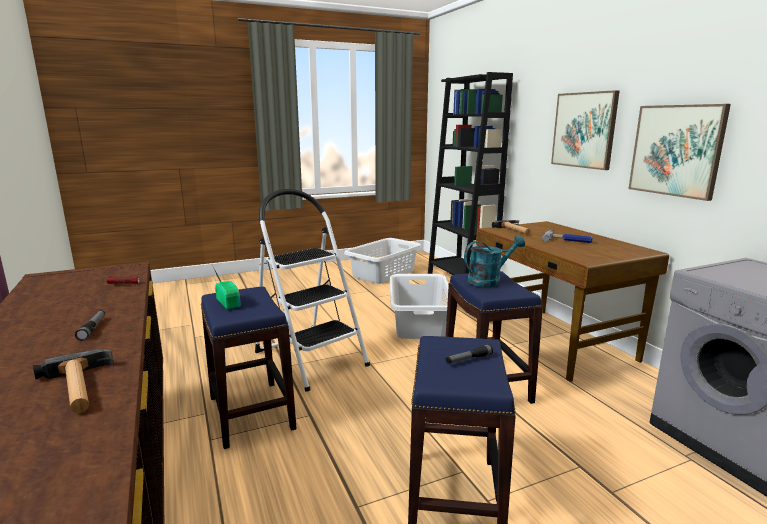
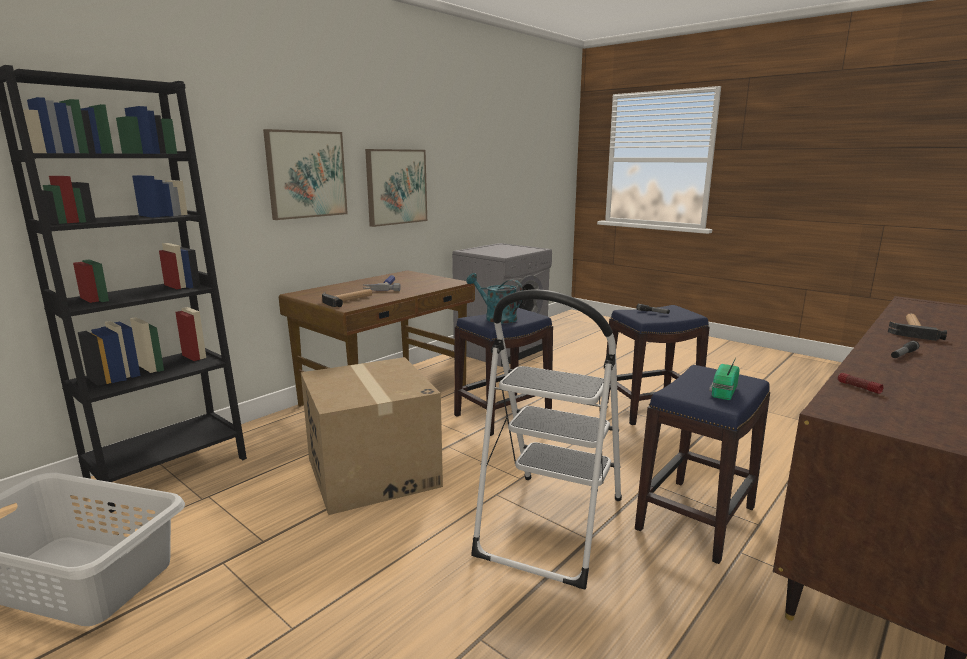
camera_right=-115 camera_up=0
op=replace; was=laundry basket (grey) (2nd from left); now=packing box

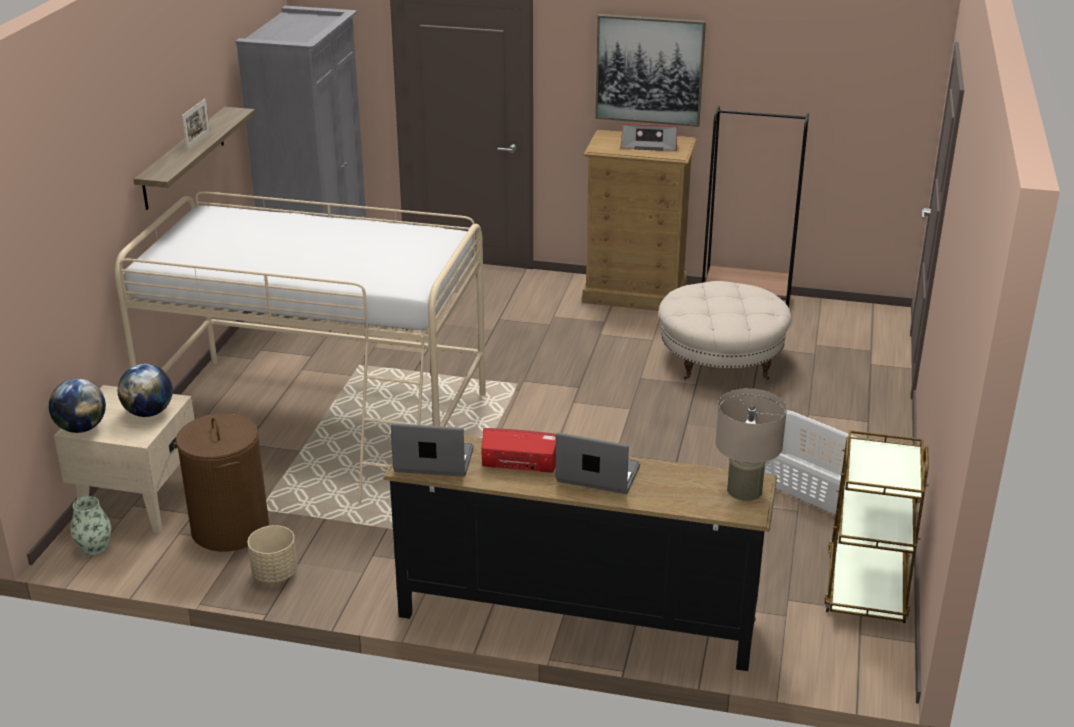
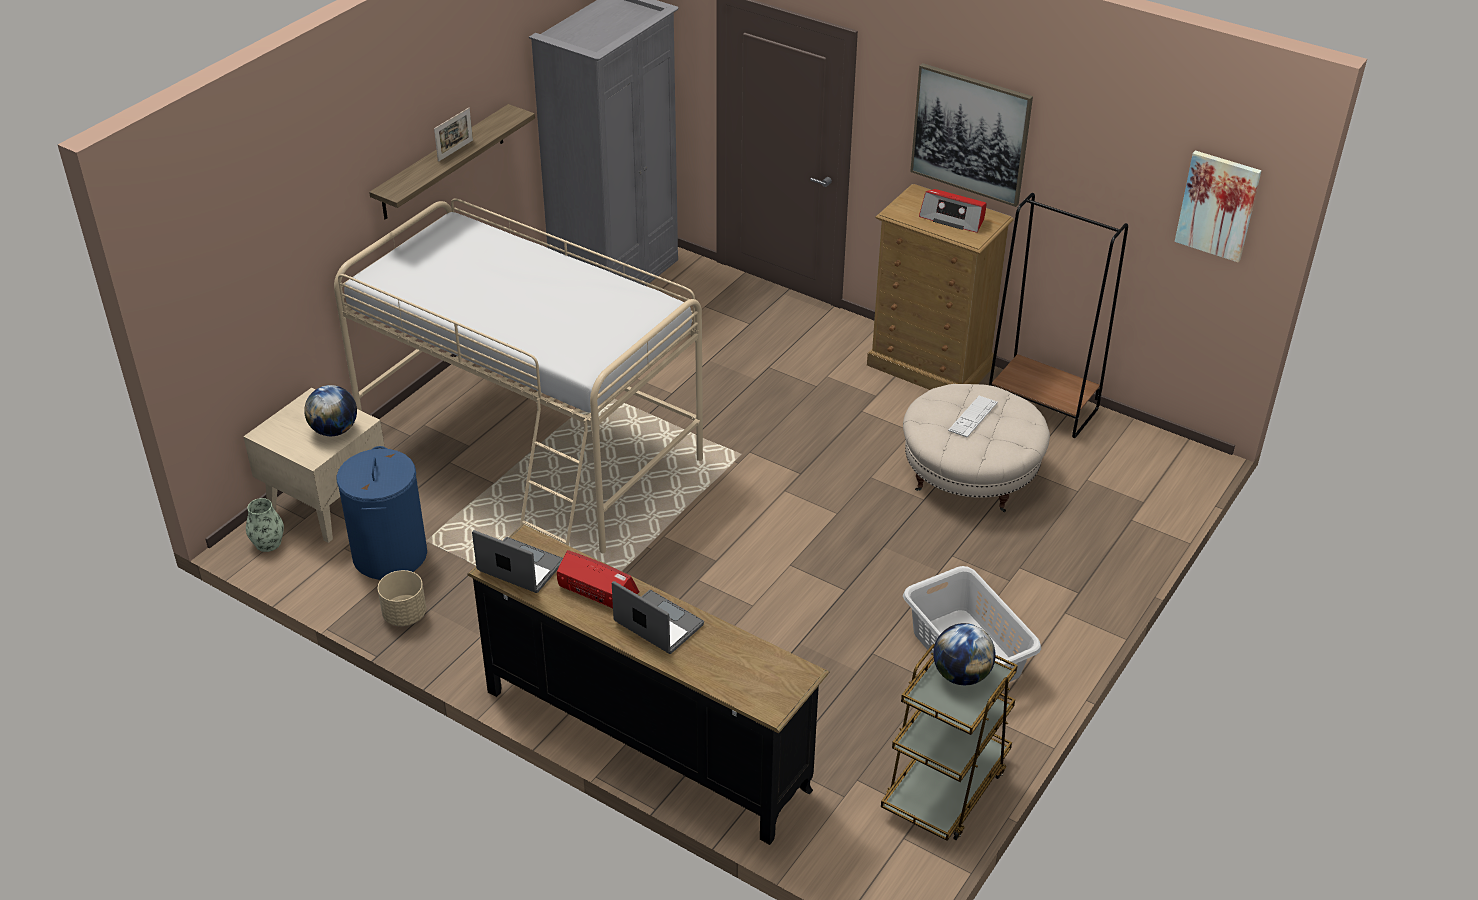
camera_right=20 camera_up=10
op=recolor; was=laundry basket (brownish); now=laundry basket (bluish)
op=move; was=desk globe (1st from left in the first image); now=desk globe (2nd from left)
op=insert; now=computer keyboard
op=insert; now=picture (2nd from left)
op=delete; was=table lamp (beige)

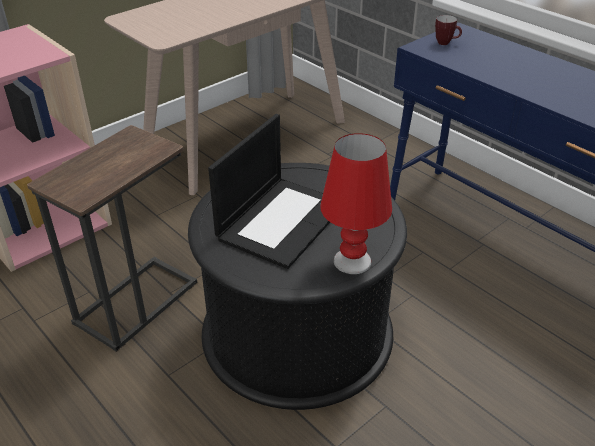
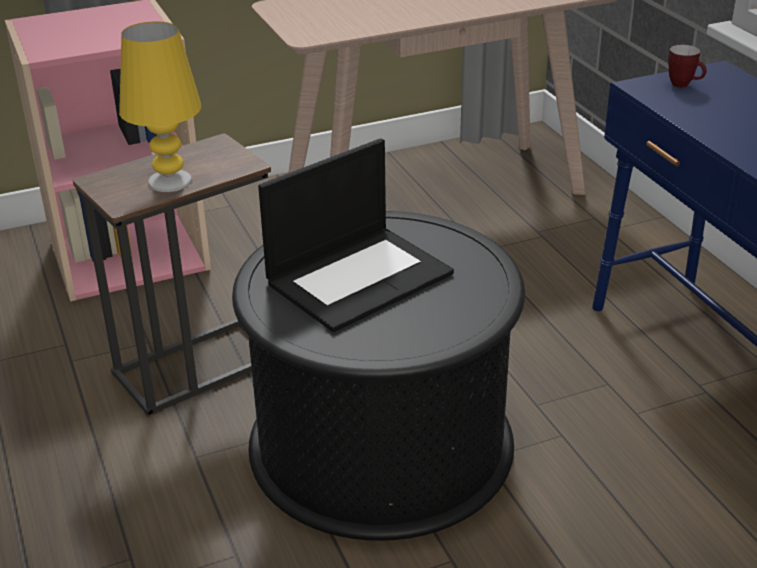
camera_right=20 camera_up=-5
op=insert; now=table lamp (yellow)
op=delete; was=table lamp (reddish)

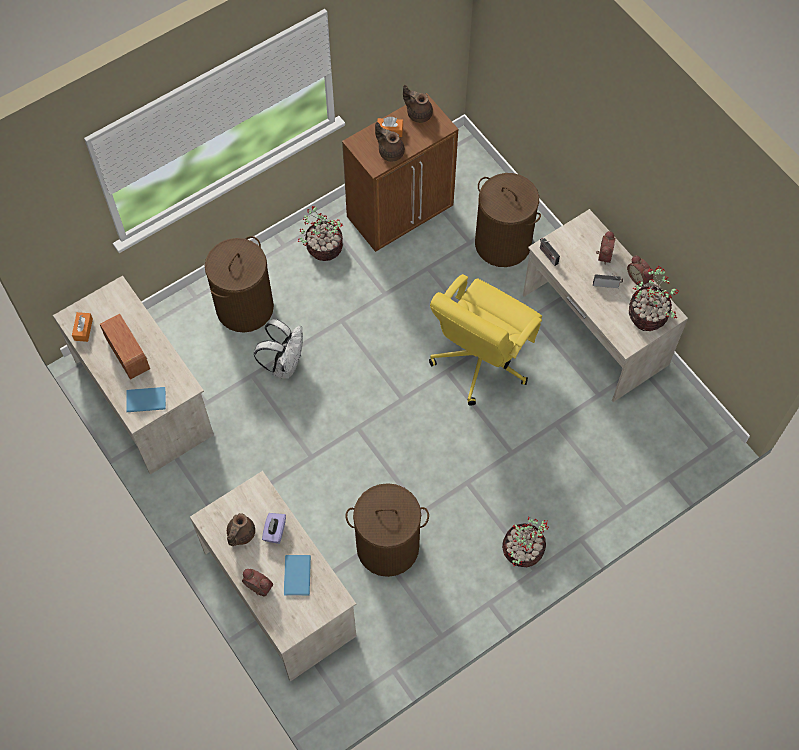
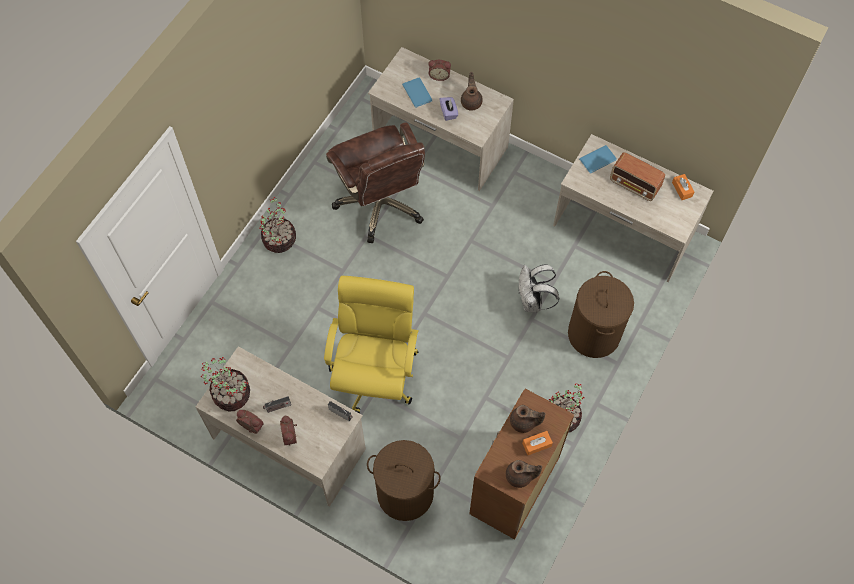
camera_right=155 camera_up=0
op=replace; was=laundry basket (brownish) (2nd from left); now=desk chair (brownish)

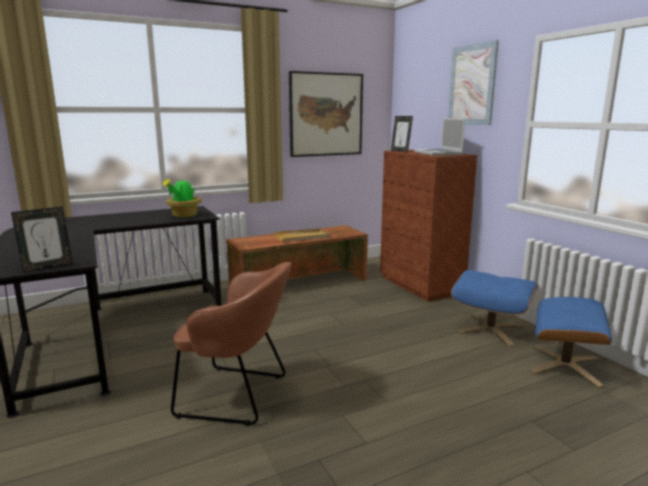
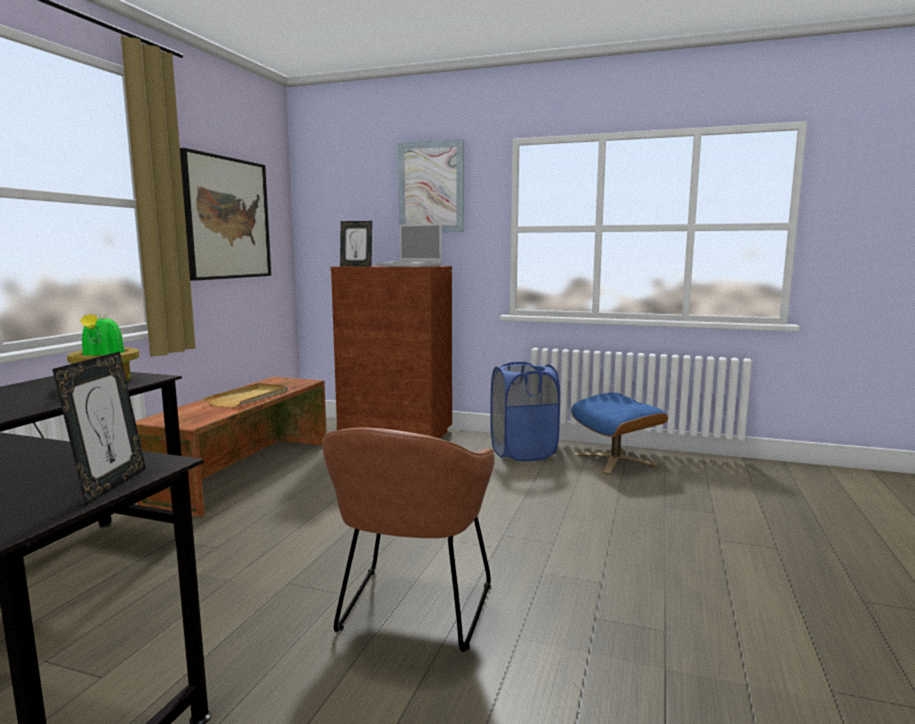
camera_right=-45 camera_up=-5
op=rotate; was=lounge chair (brownish); clockwise=135
op=replace; was=footrest (bluish) (1st from left); now=laundry basket (bluish)

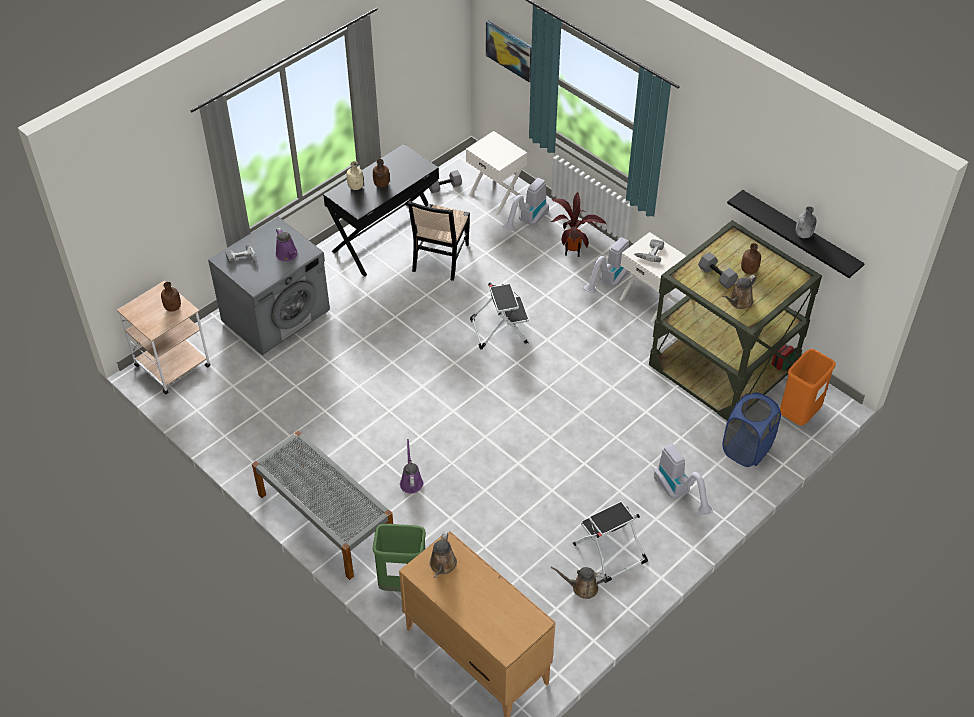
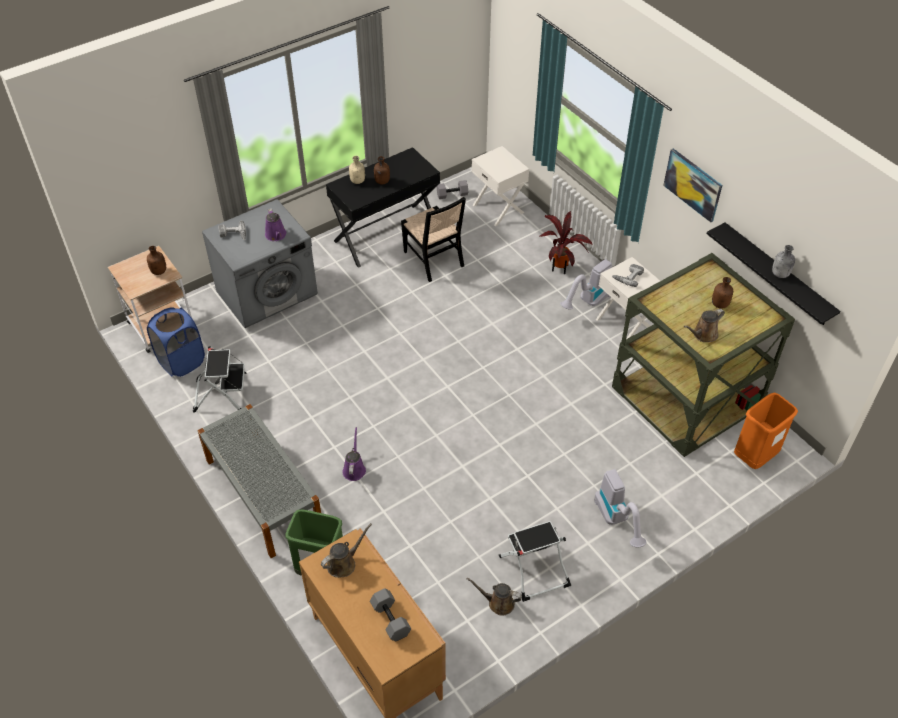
camera_right=10 camera_up=0
op=move; was=laundry basket (bluish)
op=move; was=step ladder (1st from left)
op=rotate; was=watering pot (brownish) (1st from left); clockwise=-150
op=move; was=free weight (grey) (2nd from left in the first image); now=free weight (grey) (1st from left)
op=rotate; was=upright chair; clockwise=-60
op=move; was=picture
op=delete; was=hoover (1st from left)

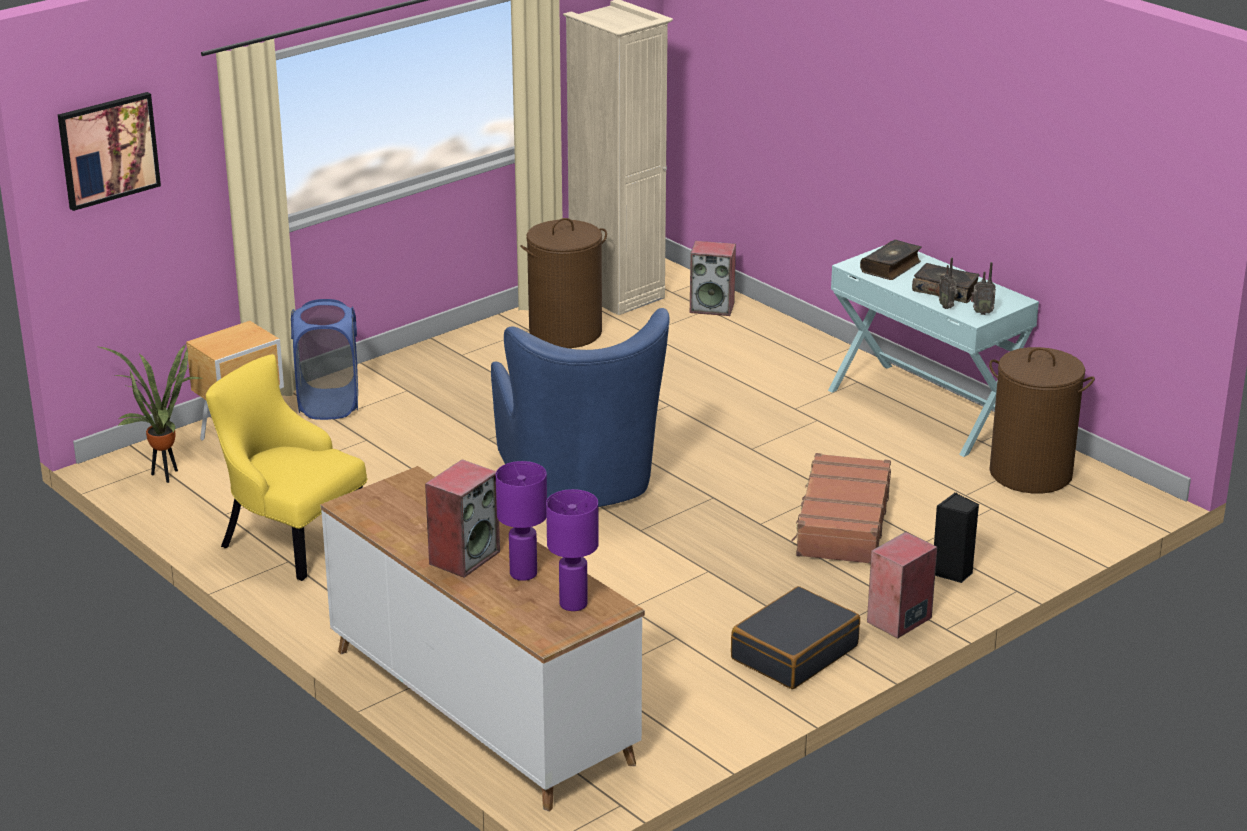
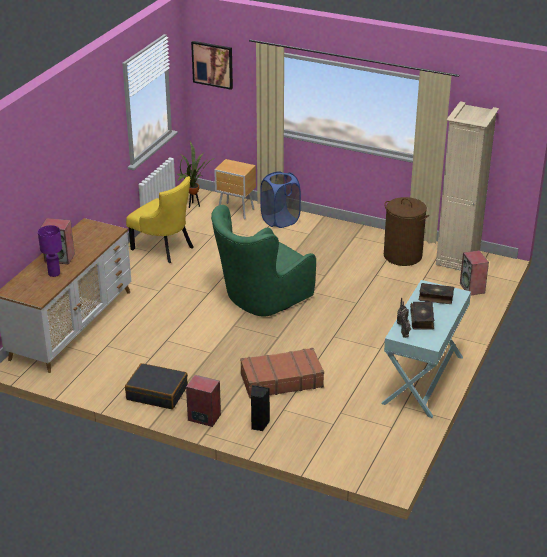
camera_right=65 camera_up=5
op=rotate; was=upright chair (yellow); clockwise=120
op=recolor; was=lounge chair (bluish); now=lounge chair (green)
op=delete; was=table lamp (purplish) (2nd from left)
op=delete; was=laundry basket (brownish) (2nd from left)

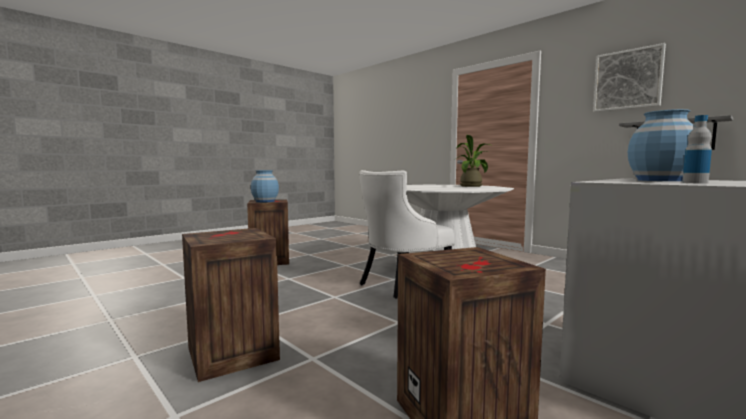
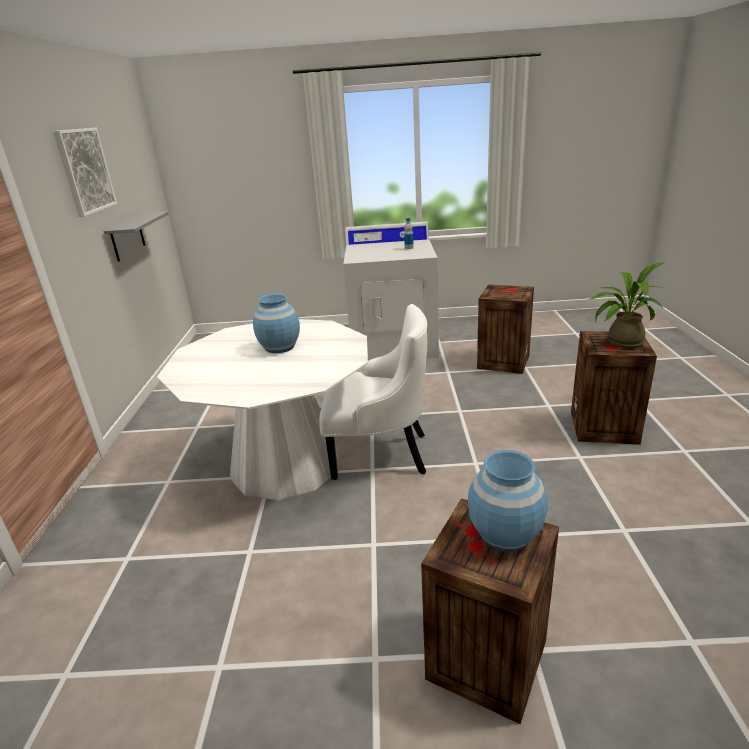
camera_right=-135 camera_up=20
op=move; was=vase (bluish) (2nd from left in the first image); now=vase (bluish) (1st from left)
op=move; was=plant in a pot

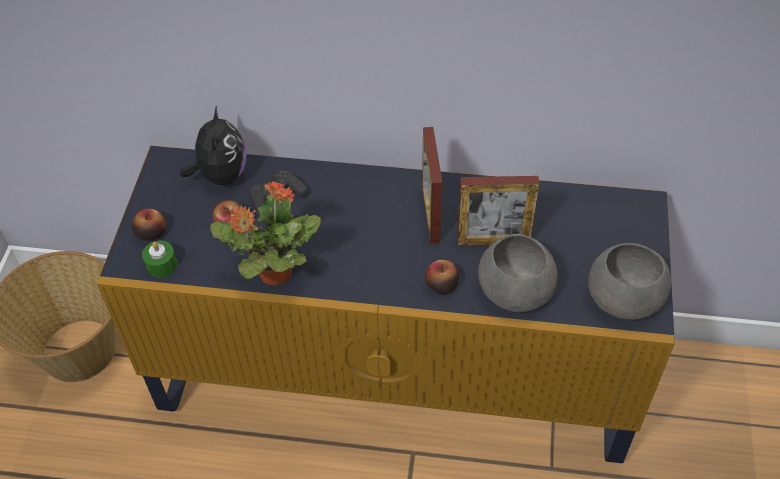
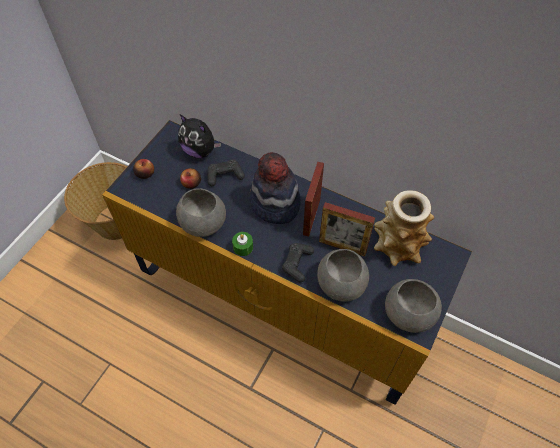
camera_right=20 camera_up=5
op=replace; was=plant in a pot; now=deep dish (grey) (1st from left)
op=rotate; was=cuddly toy; clockwise=105
op=move; was=candle (green)
op=insert; now=clothing hat
op=replace; was=apple (3rd from left); now=joypad (black-coloured) (2nd from left)
op=insert; now=vase

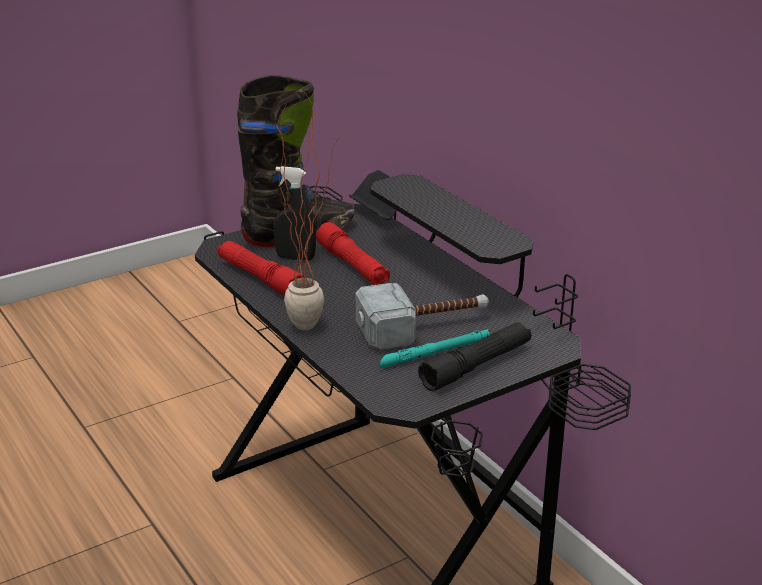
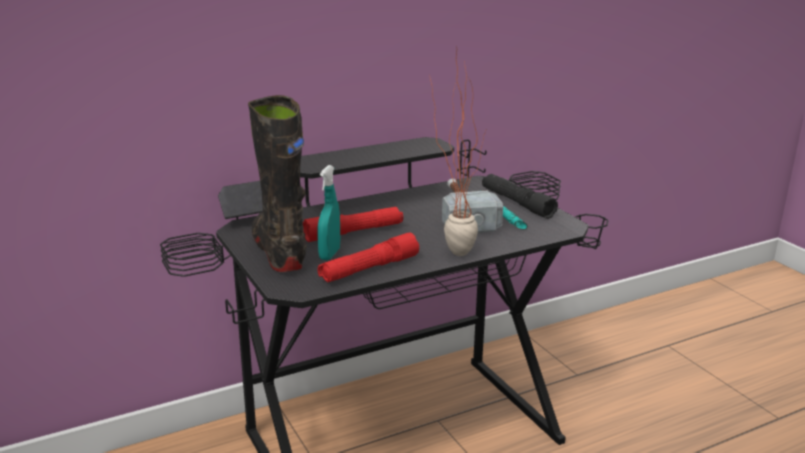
camera_right=-85 camera_up=-5
op=recolor; was=sprayer (black-coloured); now=sprayer (turquoise-coloured)

